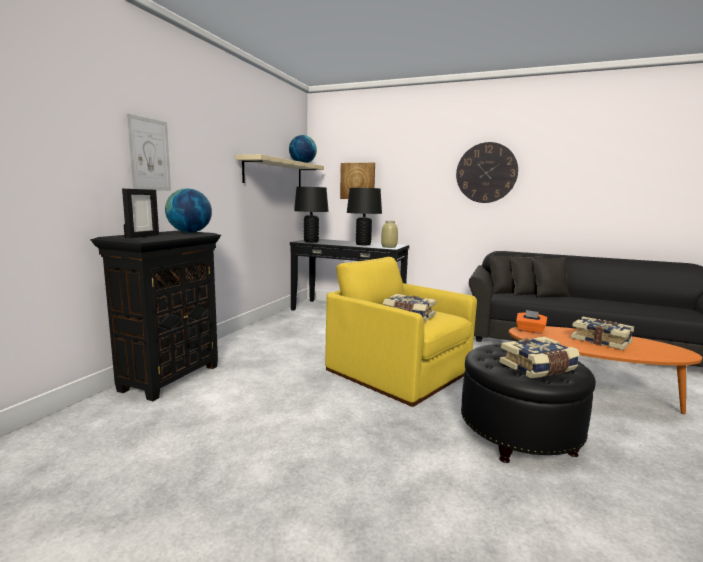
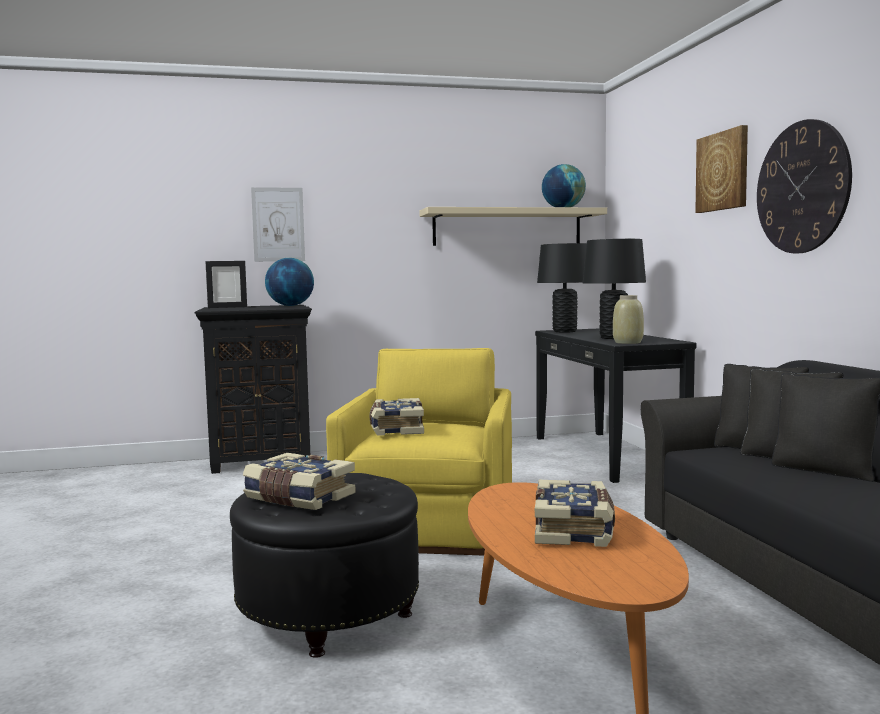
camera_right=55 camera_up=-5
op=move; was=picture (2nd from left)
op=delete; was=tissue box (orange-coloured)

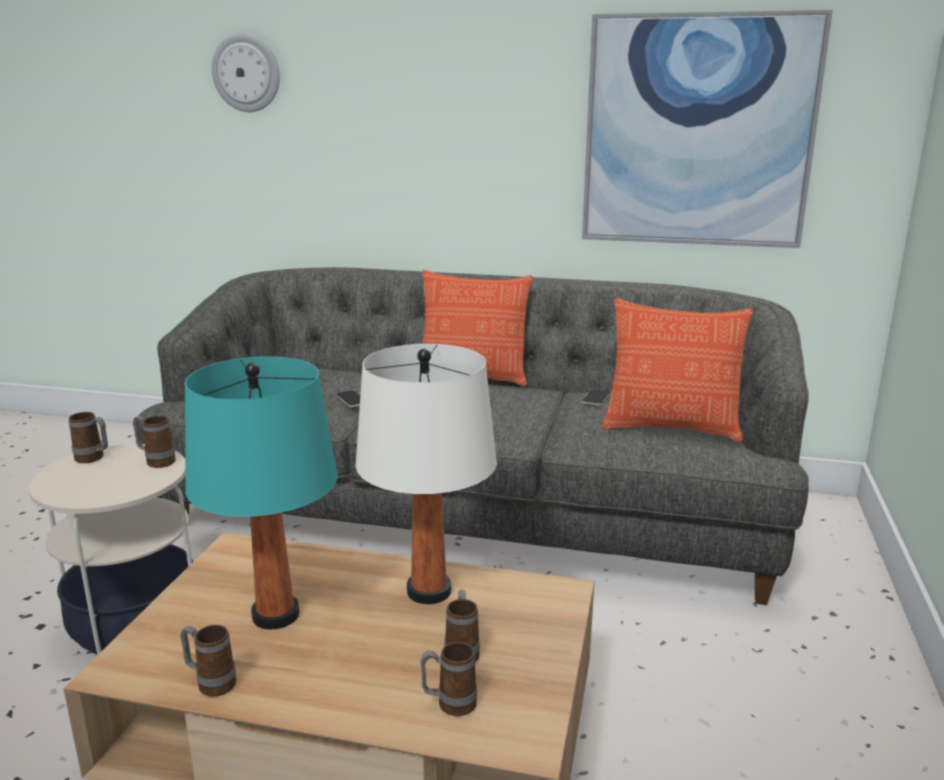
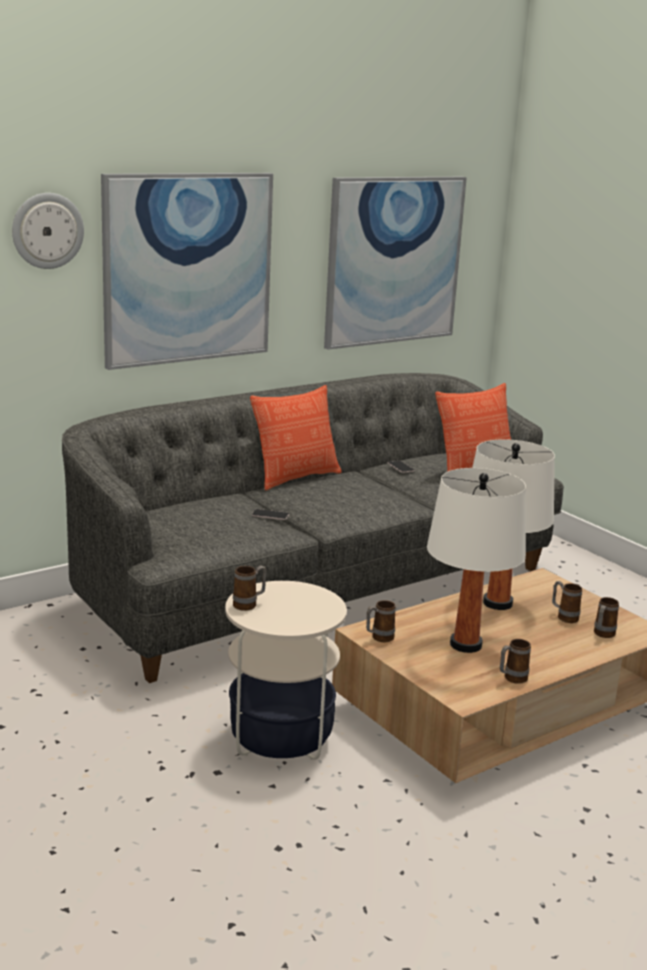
camera_right=-50 camera_up=0
op=insert; now=picture (1st from left)
op=move; was=coffee mug (2nd from left)
op=recolor; was=table lamp (turquoise-coloured); now=table lamp (white-coloured) (1st from left)

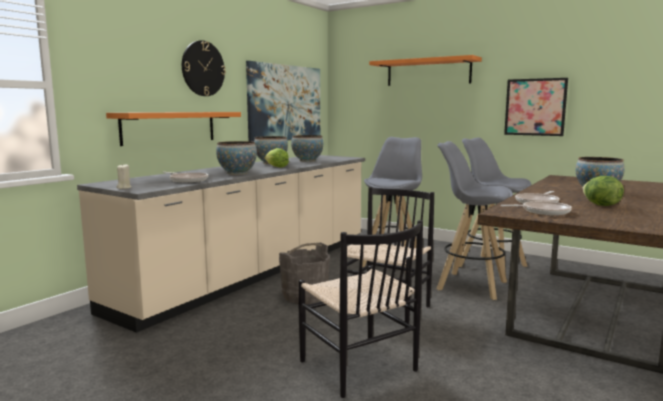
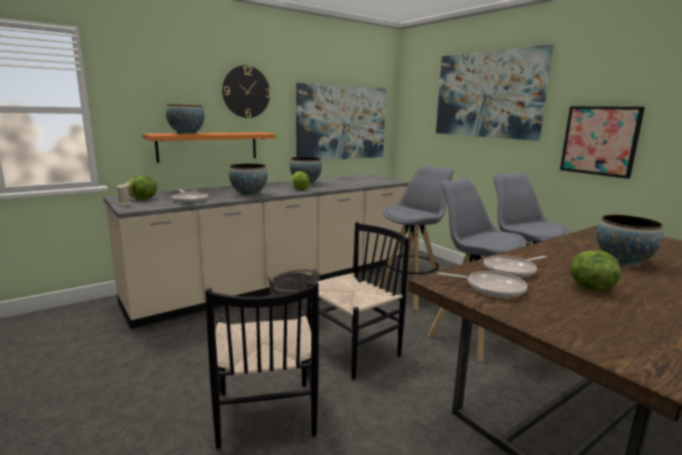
camera_right=20 camera_up=5
op=insert; now=lettuce (1st from left)
op=move; was=deep dish (3rd from left in the first image); now=deep dish (1st from left)
op=replace; was=bracket shelf (orange-coloured) (2nd from left); now=picture (2nd from left)

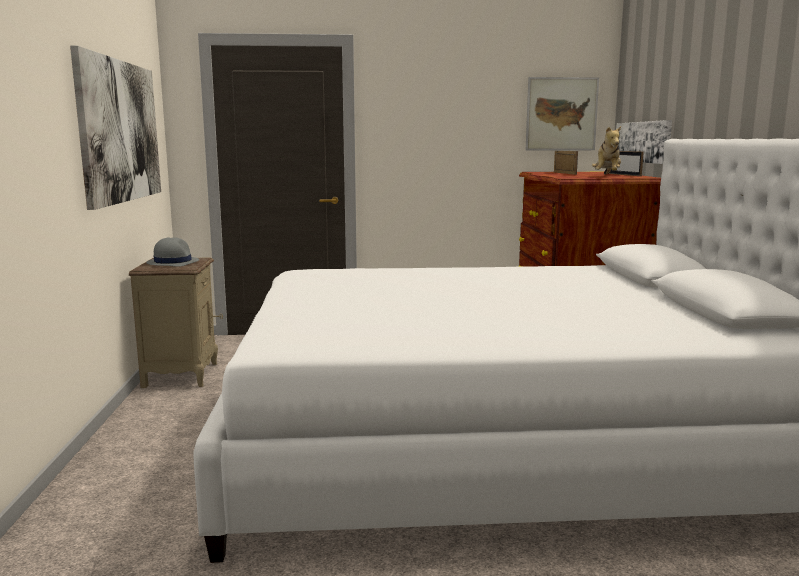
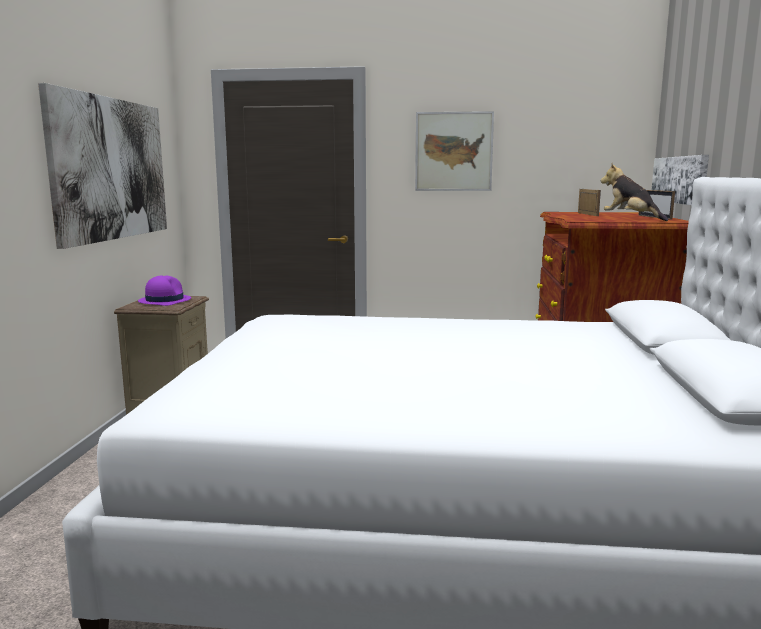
camera_right=10 camera_up=0
op=recolor; was=clothing hat (grey); now=clothing hat (purplish)
op=move; was=picture (2nd from left)
op=rotate; was=cuddly toy; clockwise=120

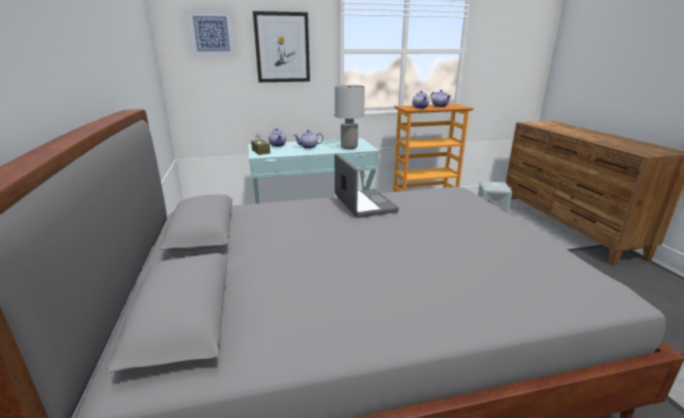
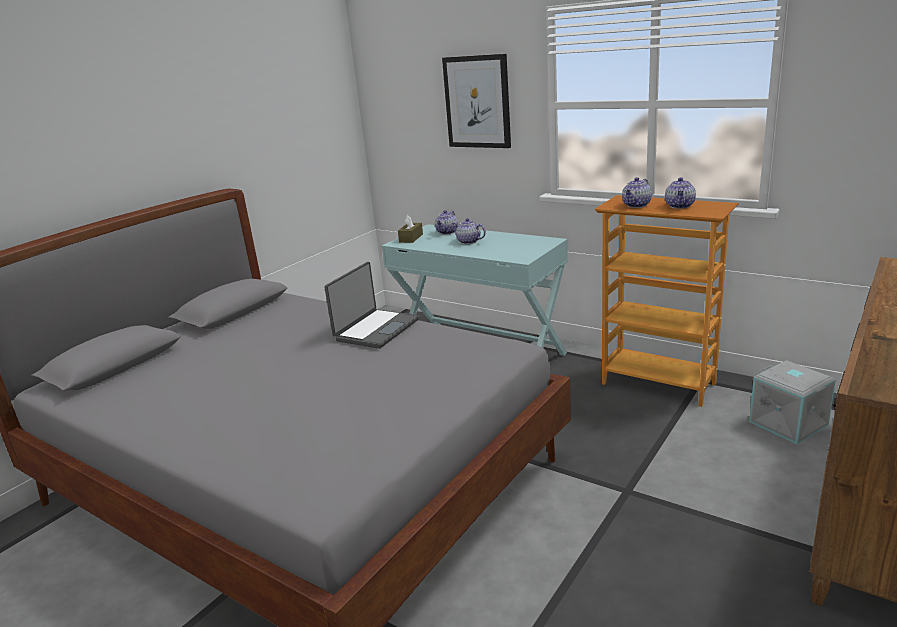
camera_right=50 camera_up=0
op=delete; was=picture (1st from left)
op=delete; was=table lamp (grey)

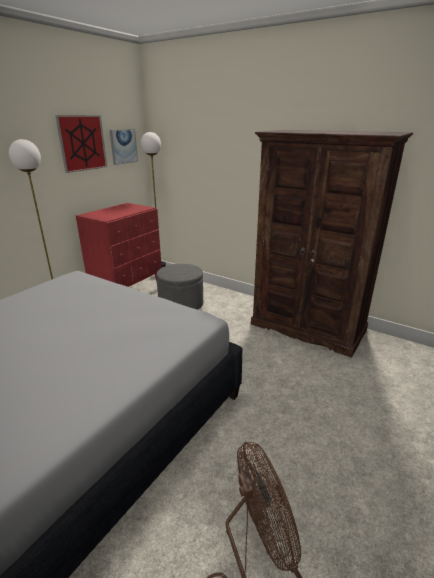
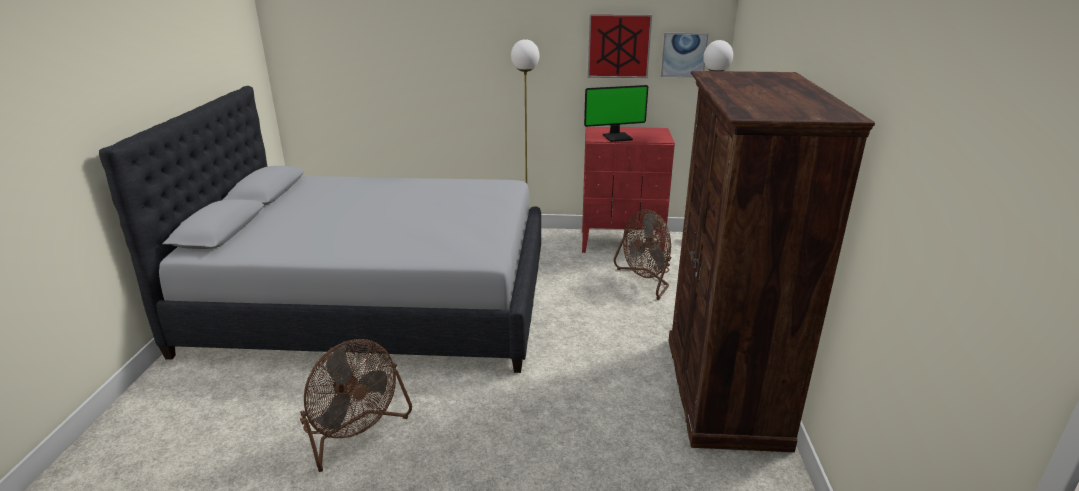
camera_right=60 camera_up=0
op=insert; now=computer display
op=replace; was=footrest (grey); now=electric fan (brownish) (2nd from left)

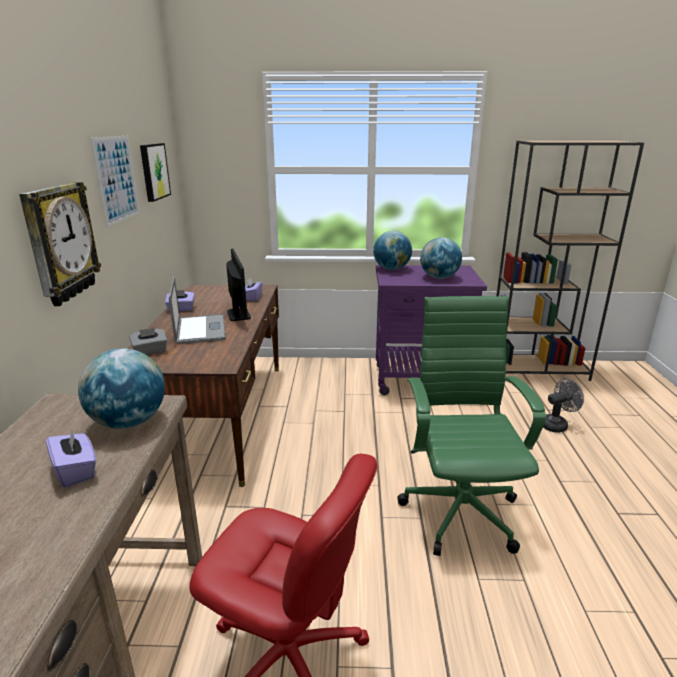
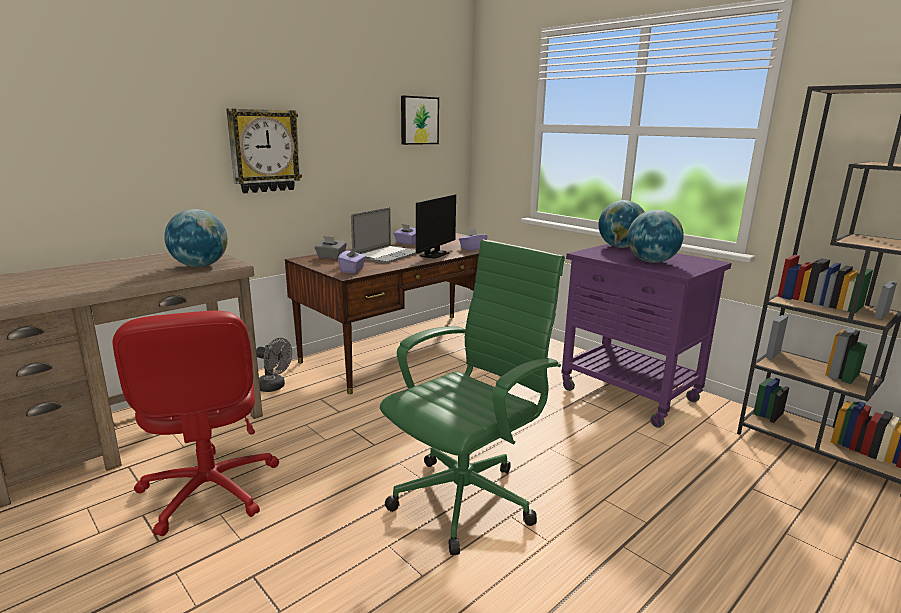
camera_right=45 camera_up=-5
op=move; was=electric fan (grey)
op=move; was=tissue box (purplish) (1st from left)
op=delete; was=picture (1st from left)

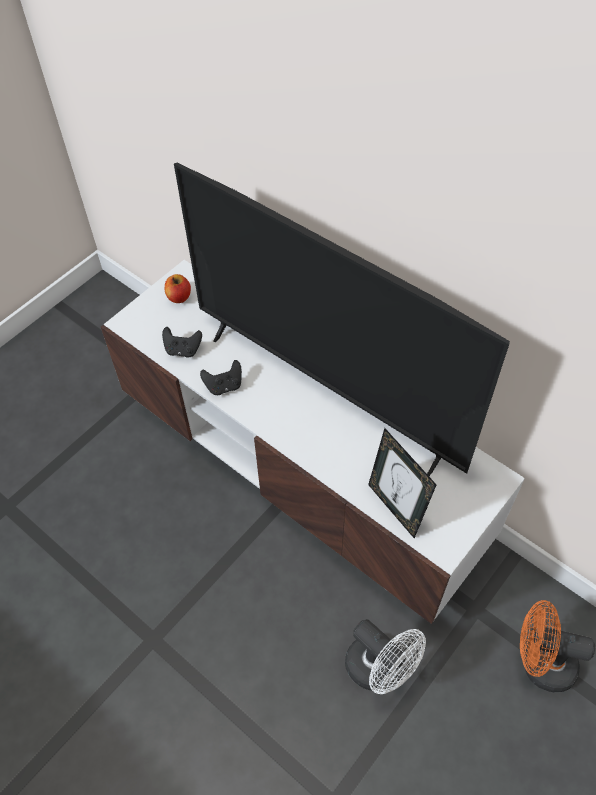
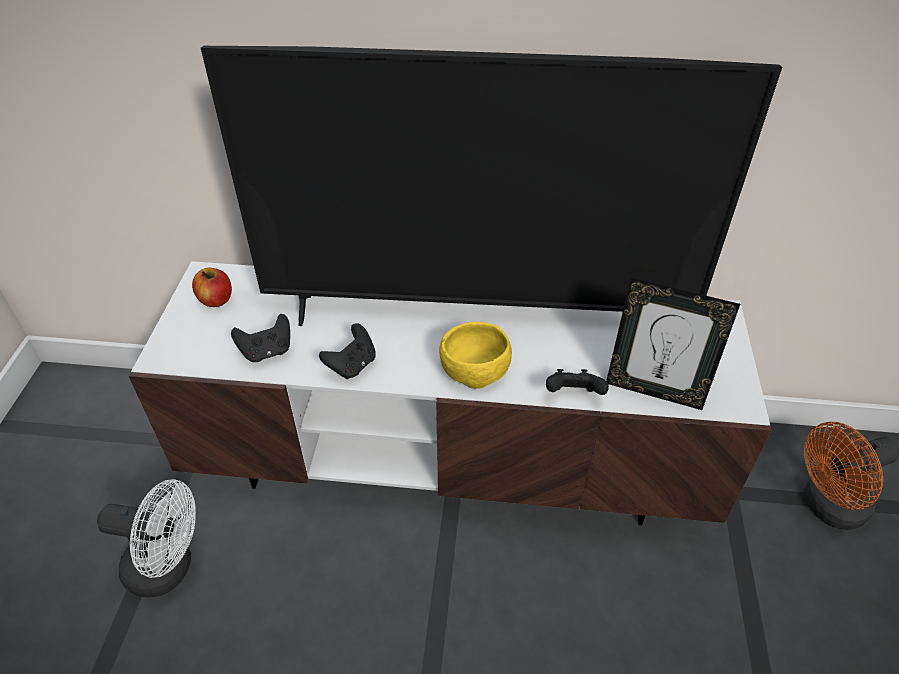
camera_right=-35 camera_up=-10
op=move; was=electric fan (white-coloured)
op=insert; now=deep dish (yellow)
op=insert; now=joypad (black-coloured) (3rd from left)

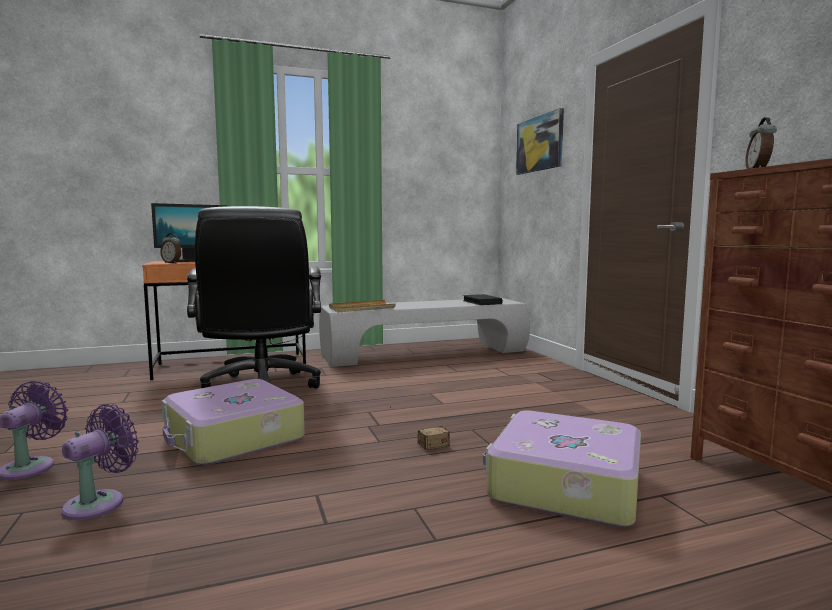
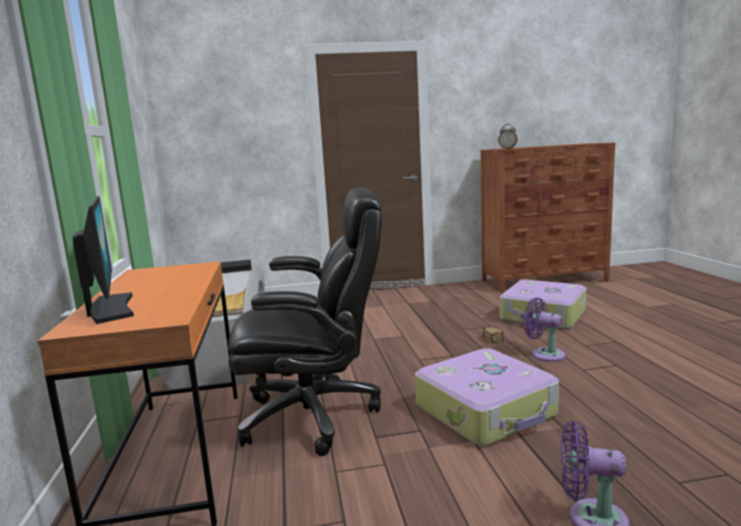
camera_right=-80 camera_up=5
op=move; was=electric fan (purplish) (2nd from left in the first image); now=electric fan (purplish) (1st from left)
op=delete; was=alarm clock (1st from left)
op=delete; was=picture

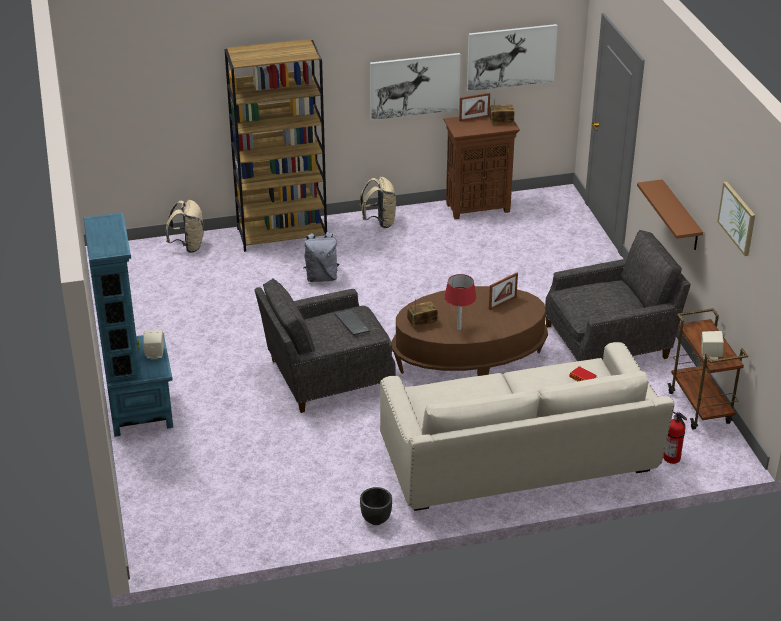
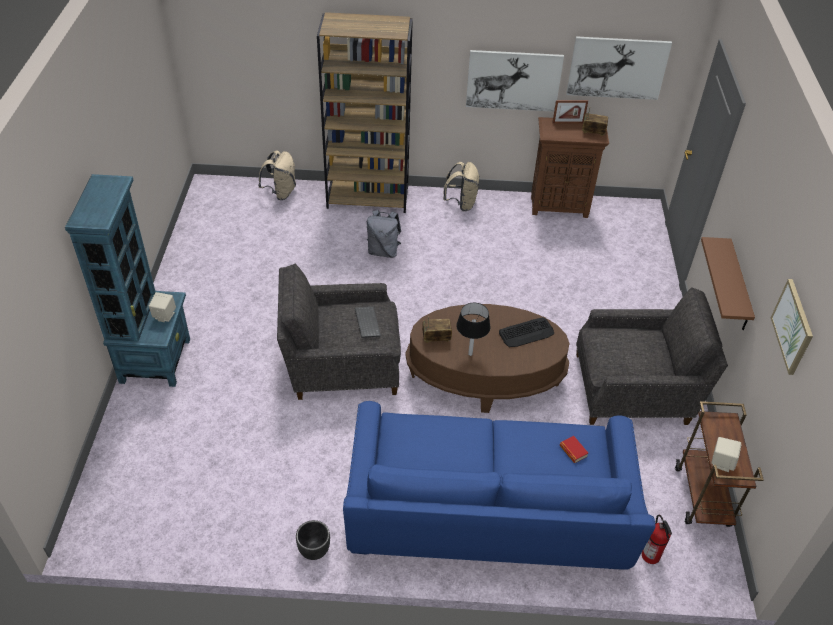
camera_right=15 camera_up=10
op=recolor; was=couch (beige); now=couch (bluish)
op=recolor; was=table lamp (reddish); now=table lamp (black-coloured)
op=replace; was=photo frame (2nd from left); now=computer keyboard (2nd from left)

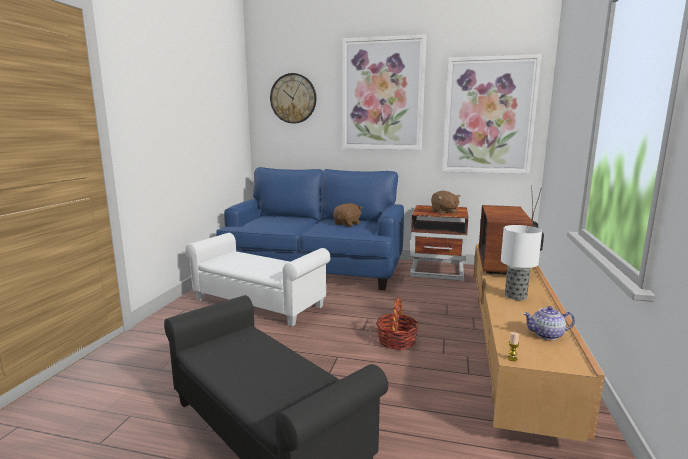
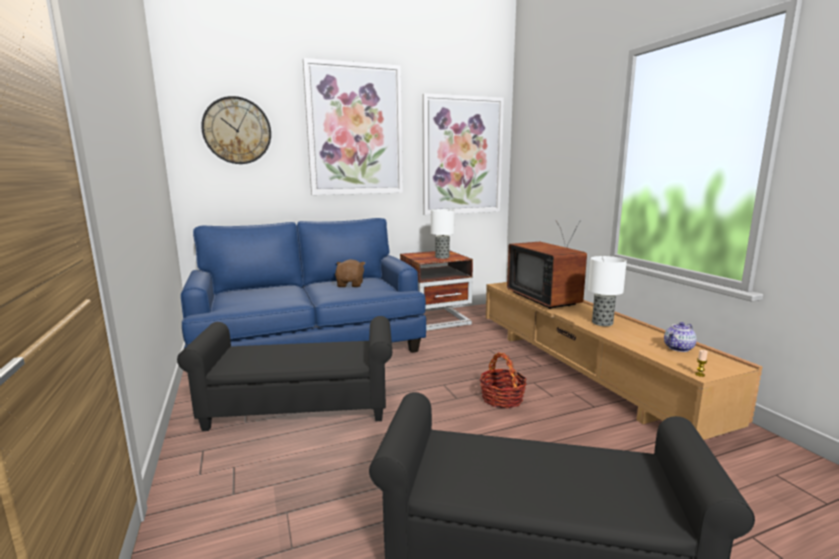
camera_right=-35 camera_up=0
op=recolor; was=footrest (white-coloured); now=footrest (black-coloured) (1st from left)
op=replace; was=cuddly toy (brownish) (2nd from left); now=table lamp (1st from left)

